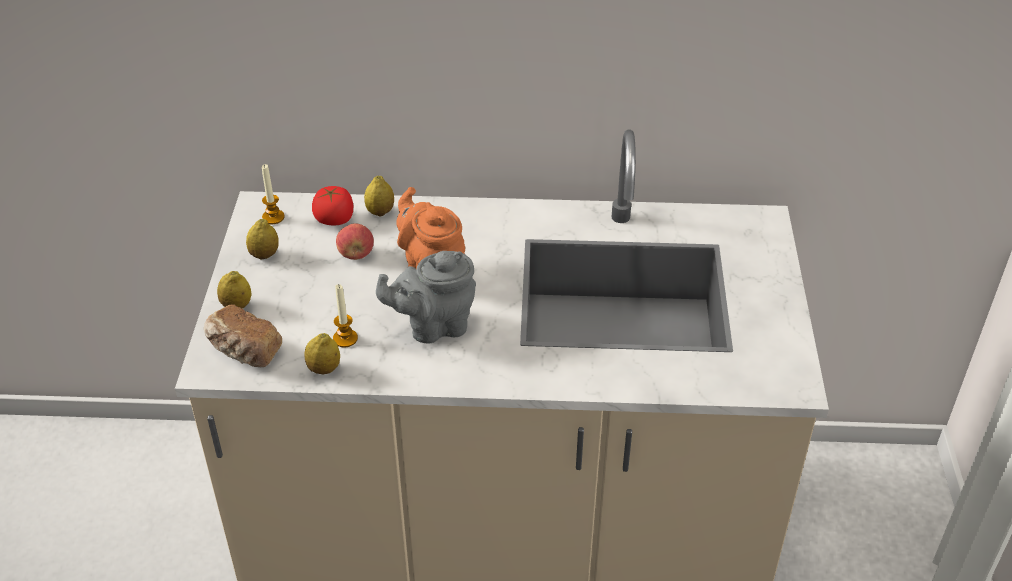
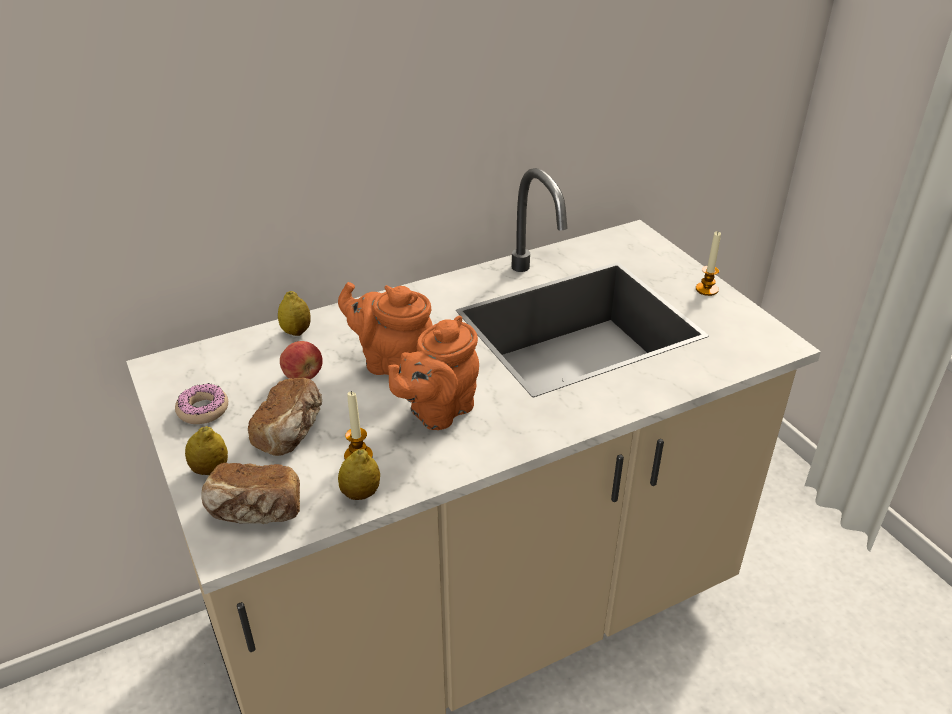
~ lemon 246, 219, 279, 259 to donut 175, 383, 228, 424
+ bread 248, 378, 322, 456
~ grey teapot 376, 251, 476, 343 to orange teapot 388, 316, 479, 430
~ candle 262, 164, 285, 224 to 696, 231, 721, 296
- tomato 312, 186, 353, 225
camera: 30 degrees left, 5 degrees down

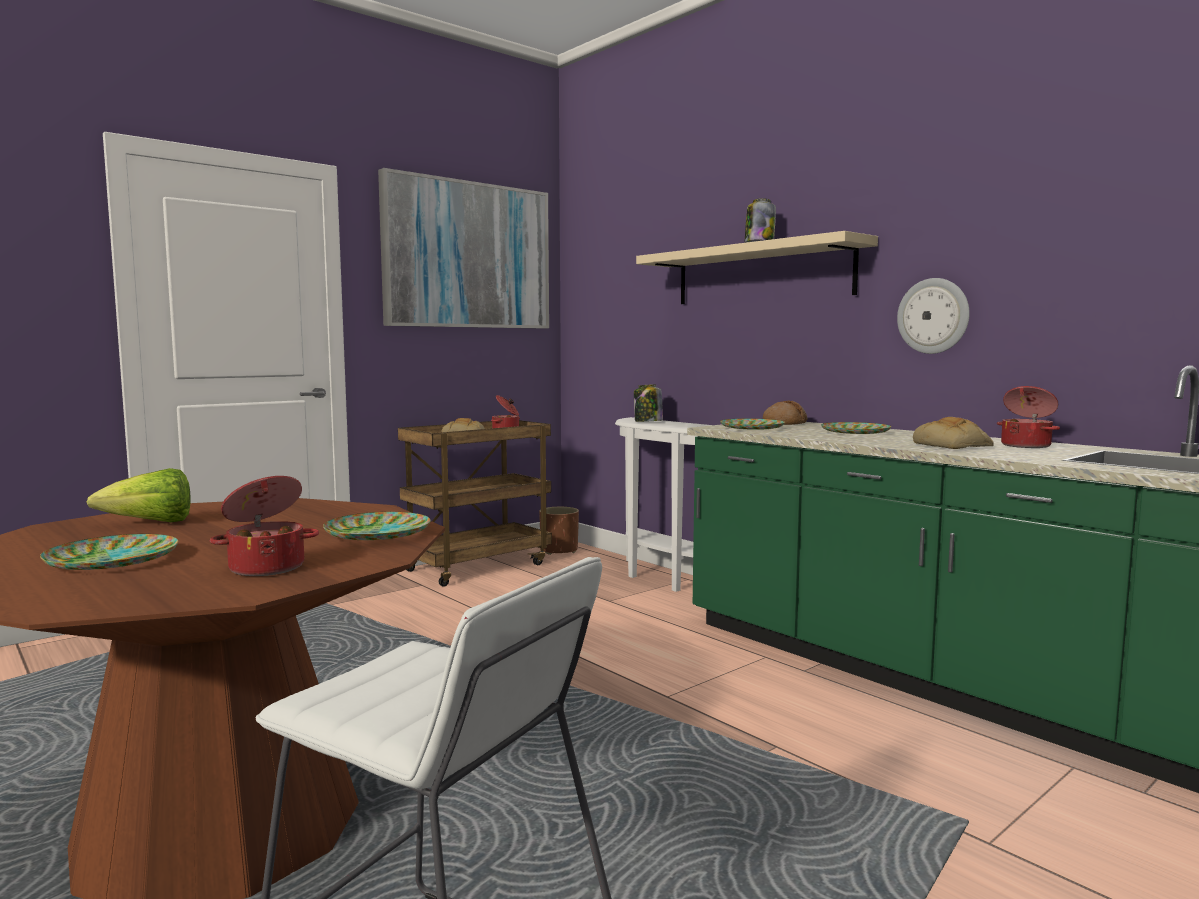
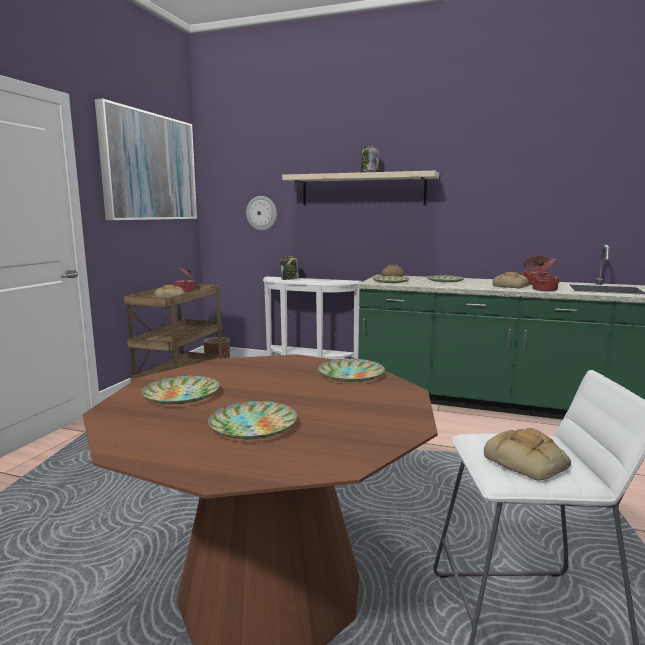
~ lettuce 87, 468, 191, 522 to plate 141, 375, 219, 405
~ wall clock 897, 278, 970, 354 to 246, 196, 277, 231
+ bread 484, 428, 571, 481
~ cooking pot 210, 476, 319, 576 to 533, 258, 560, 291
camera: 30 degrees left, 5 degrees up

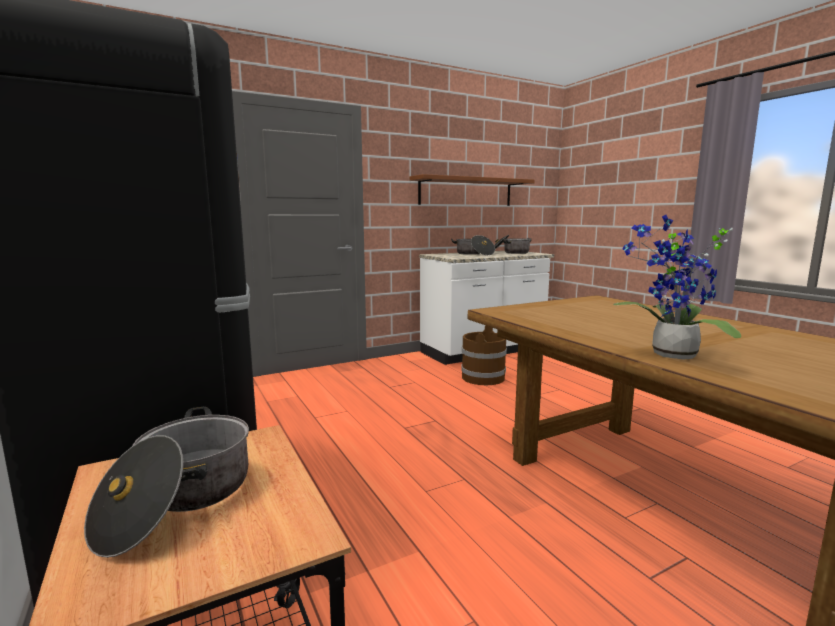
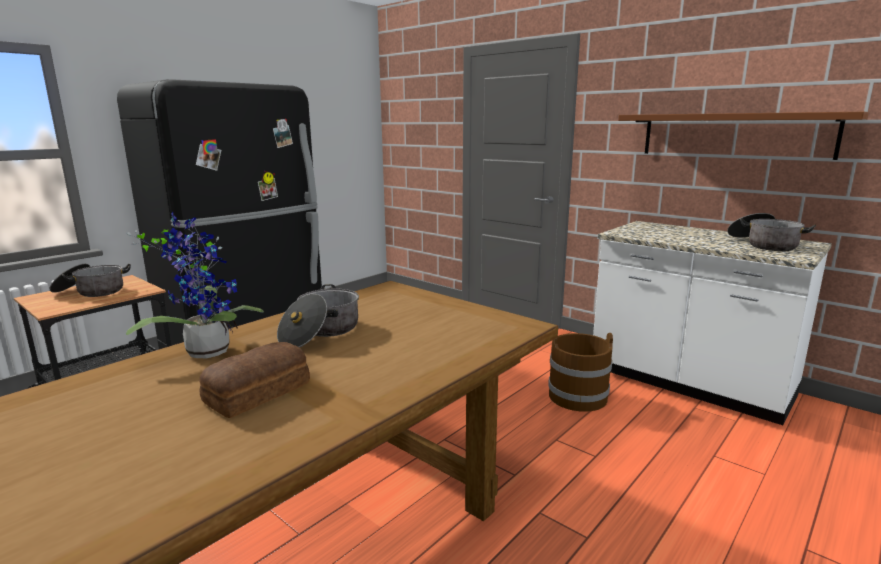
+ bread 199, 342, 310, 418
~ cooking pot 451, 235, 495, 255 to 277, 284, 359, 347
camera: 70 degrees right, 5 degrees up

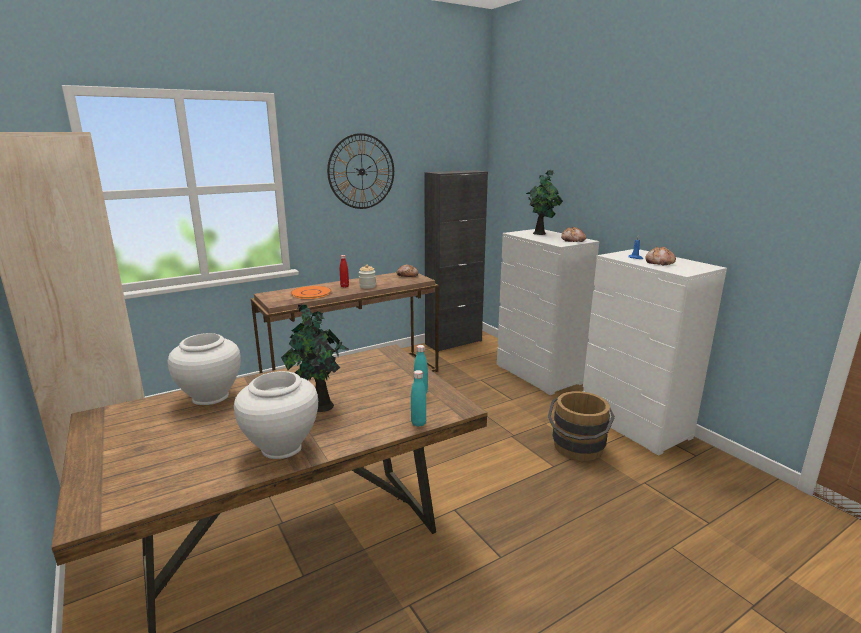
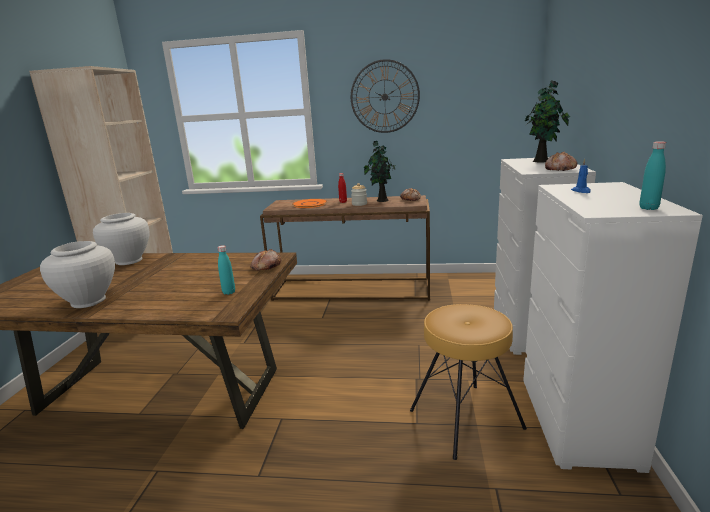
~ bread 646, 246, 676, 265 to 251, 249, 281, 270
~ potted plant 281, 303, 349, 412 to 364, 140, 395, 202
~ brown bucket 548, 391, 615, 461 to brown stool 410, 304, 527, 460
~ turquoise bottle 411, 370, 426, 427 to 639, 141, 666, 210
- black cabinet 424, 170, 488, 352
camera: 40 degrees right, 0 degrees up

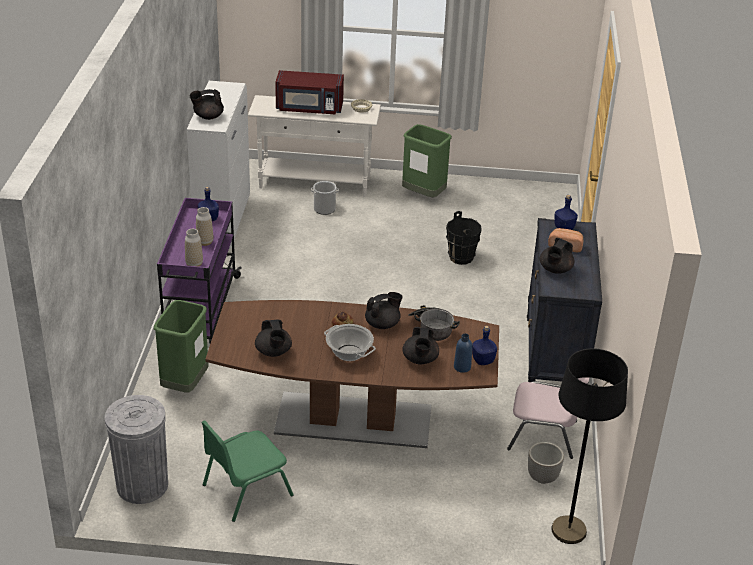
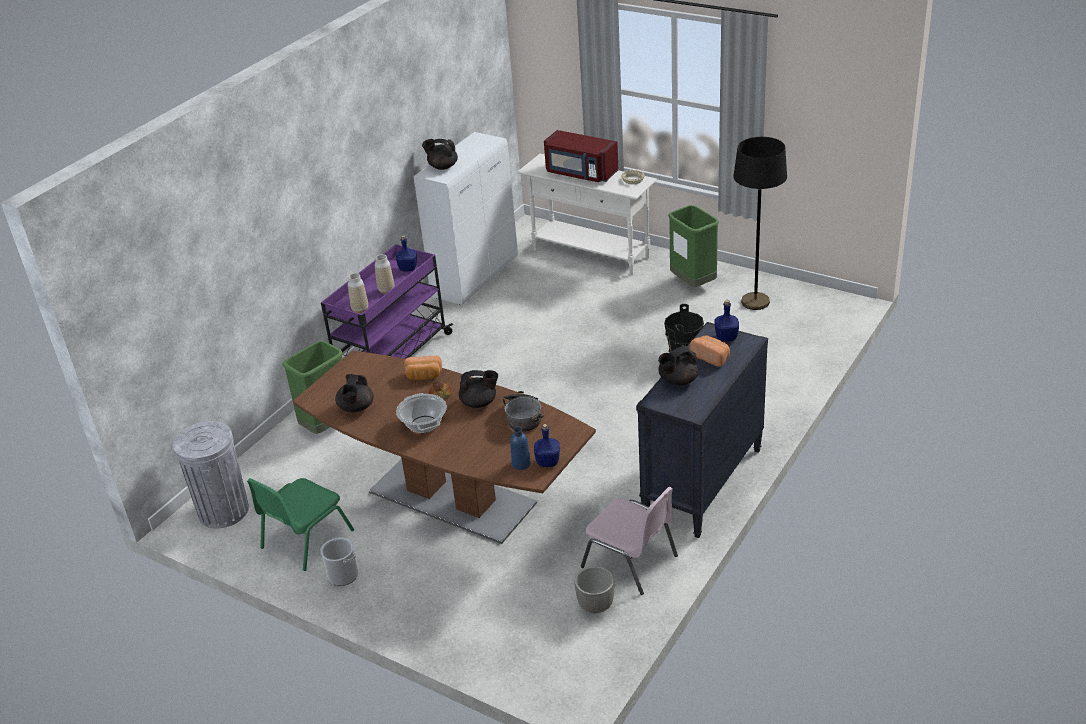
~ green chair 201, 420, 294, 522 = 247, 478, 354, 571 45 degrees counterclockwise
~ bucket 311, 181, 339, 215 to 320, 537, 358, 586
+ bread 404, 355, 442, 380
~ black floor lamp 551, 348, 628, 544 to 733, 137, 787, 310
- black teapot 402, 327, 439, 365
camera: 30 degrees right, 0 degrees up

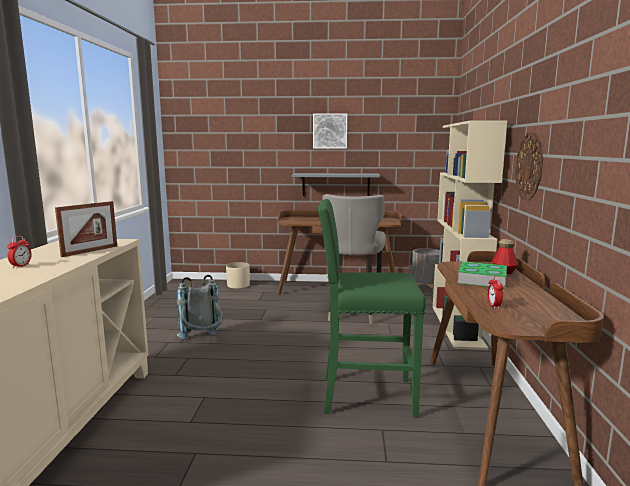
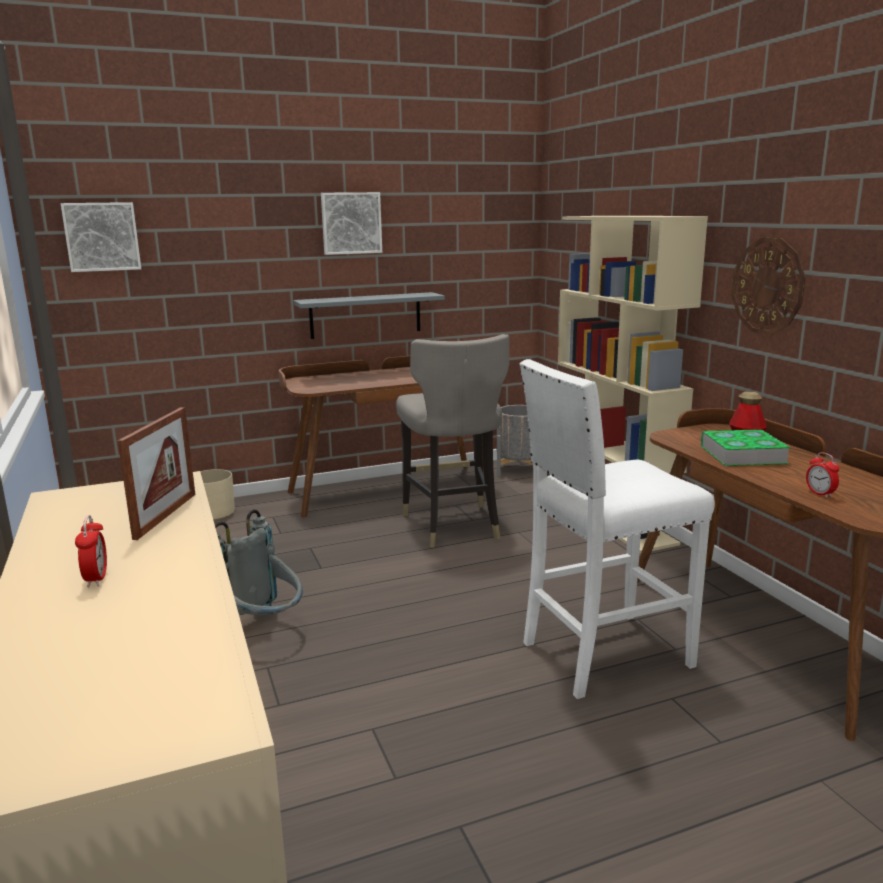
+ picture 61, 202, 141, 272
~ green stool 318, 199, 426, 418 to white stool 520, 359, 715, 699
camera: 25 degrees left, 5 degrees up

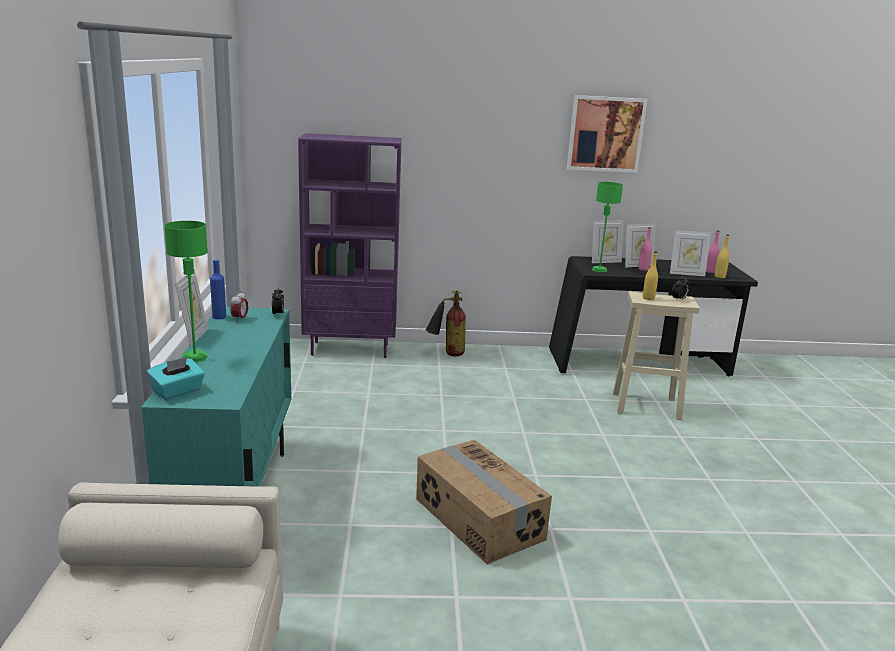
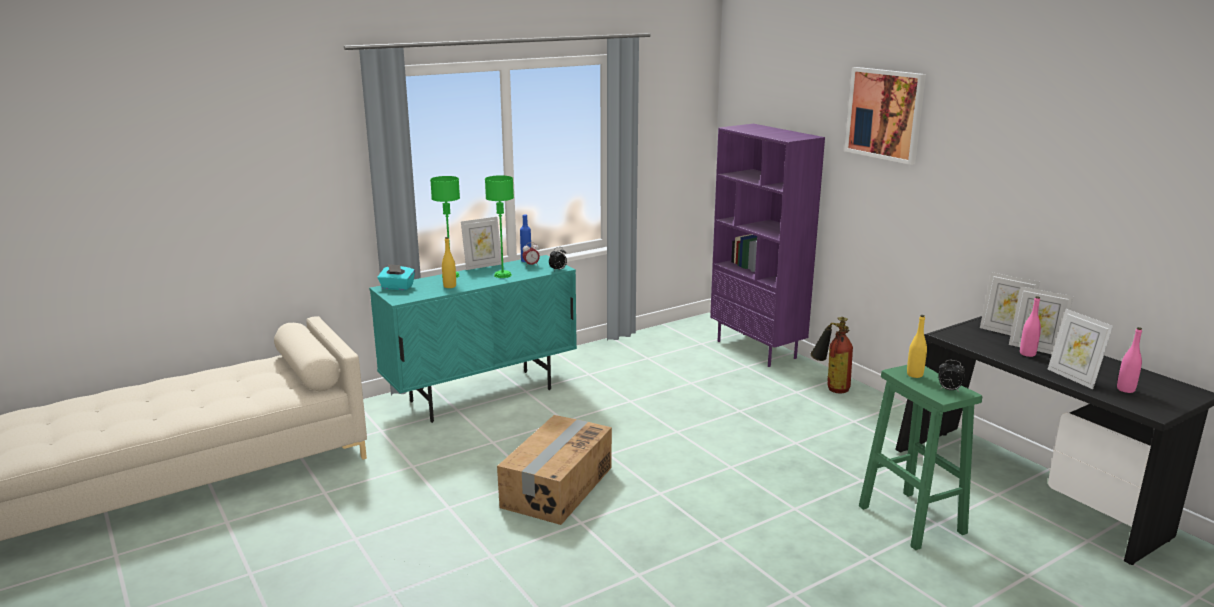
~ yellow bottle 715, 235, 729, 278 to 442, 237, 456, 288
~ green table lamp 592, 182, 623, 272 to 485, 175, 514, 278
~ picture 567, 95, 648, 173 to 844, 67, 926, 165
~ beige stool 613, 292, 700, 420 to green stool 859, 365, 982, 550
camera: 60 degrees right, 0 degrees up

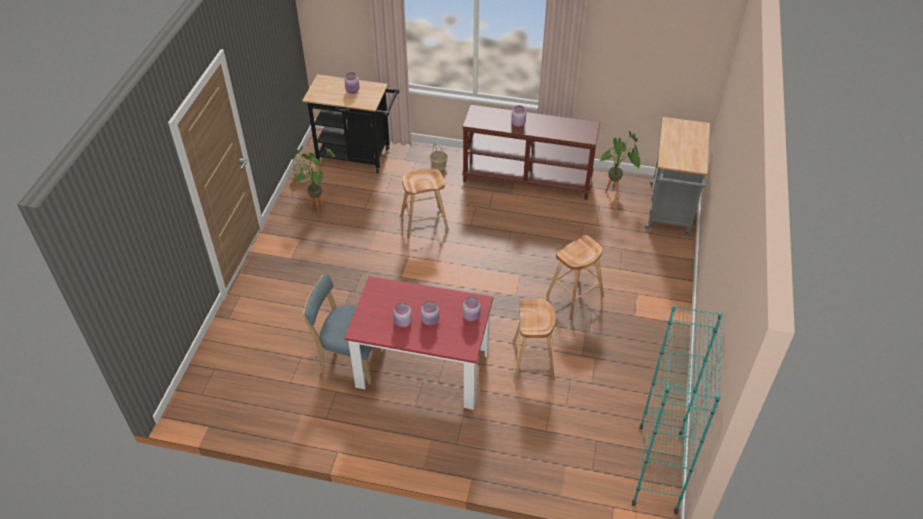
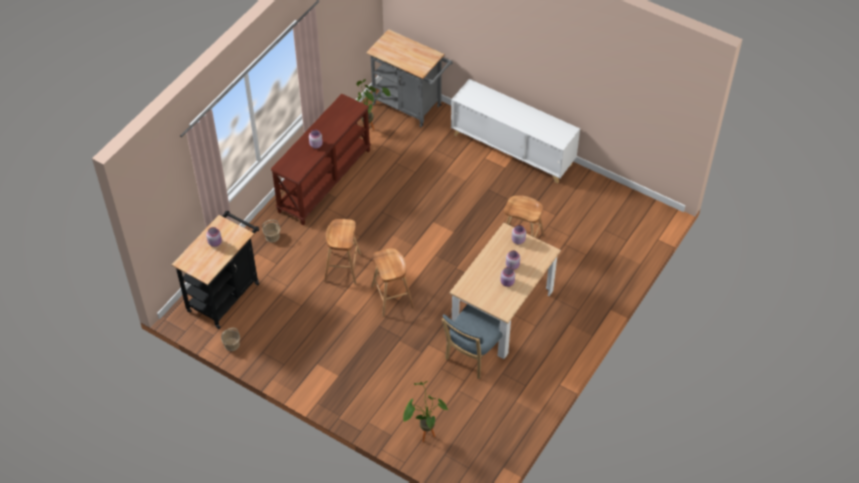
~ brown stool 546, 235, 604, 318 to 371, 248, 414, 317
~ potted plant 292, 146, 335, 213 to 403, 381, 448, 442
~ red dining table 345, 276, 493, 410 to beige dining table 449, 223, 561, 359
+ white cabinet 451, 79, 580, 184
- turquoise bookcase 632, 305, 723, 514
camera: 70 degrees left, 5 degrees up

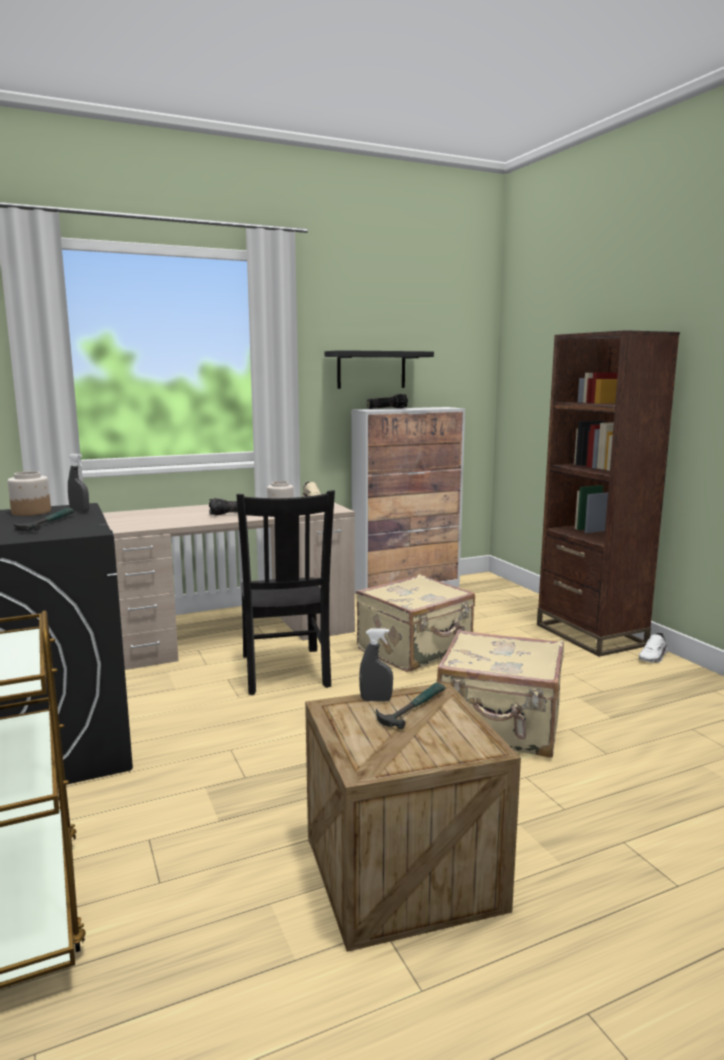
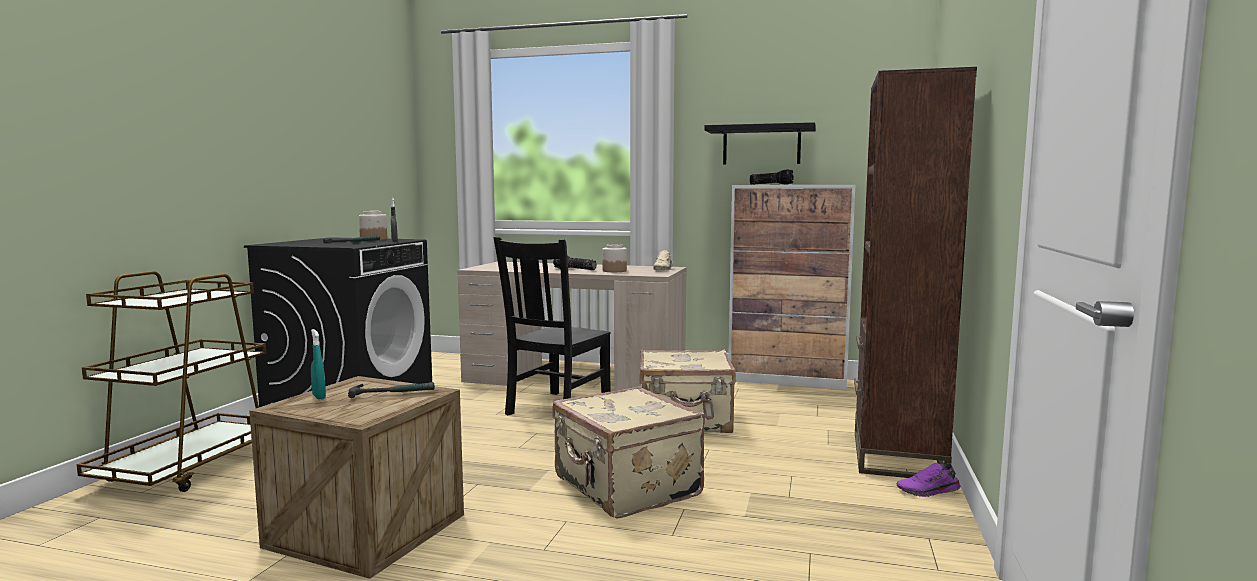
+ turquoise spray bottle 311, 329, 326, 400
~ white shoe 639, 633, 668, 663 to purple shoe 897, 463, 961, 497
- grey spray bottle 359, 628, 393, 702
camera: 40 degrees right, 5 degrees down

